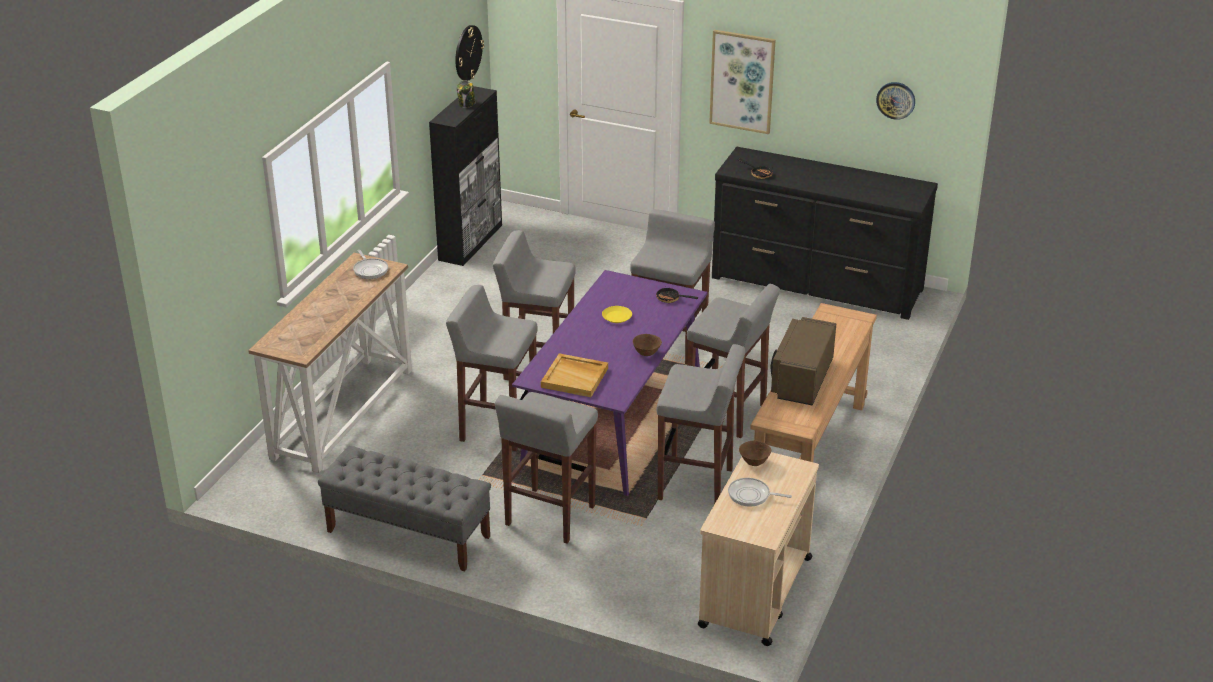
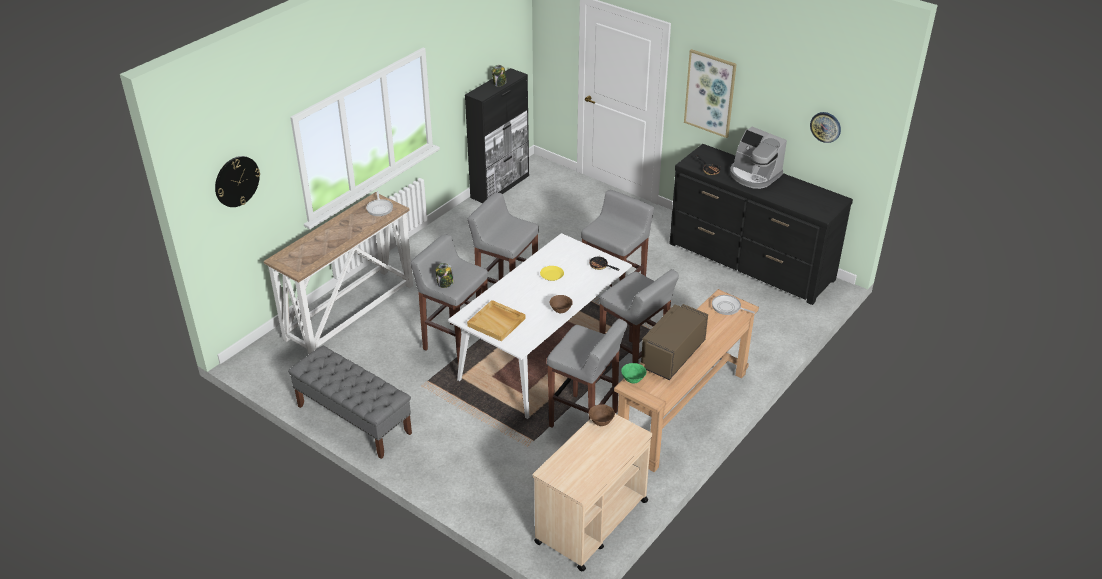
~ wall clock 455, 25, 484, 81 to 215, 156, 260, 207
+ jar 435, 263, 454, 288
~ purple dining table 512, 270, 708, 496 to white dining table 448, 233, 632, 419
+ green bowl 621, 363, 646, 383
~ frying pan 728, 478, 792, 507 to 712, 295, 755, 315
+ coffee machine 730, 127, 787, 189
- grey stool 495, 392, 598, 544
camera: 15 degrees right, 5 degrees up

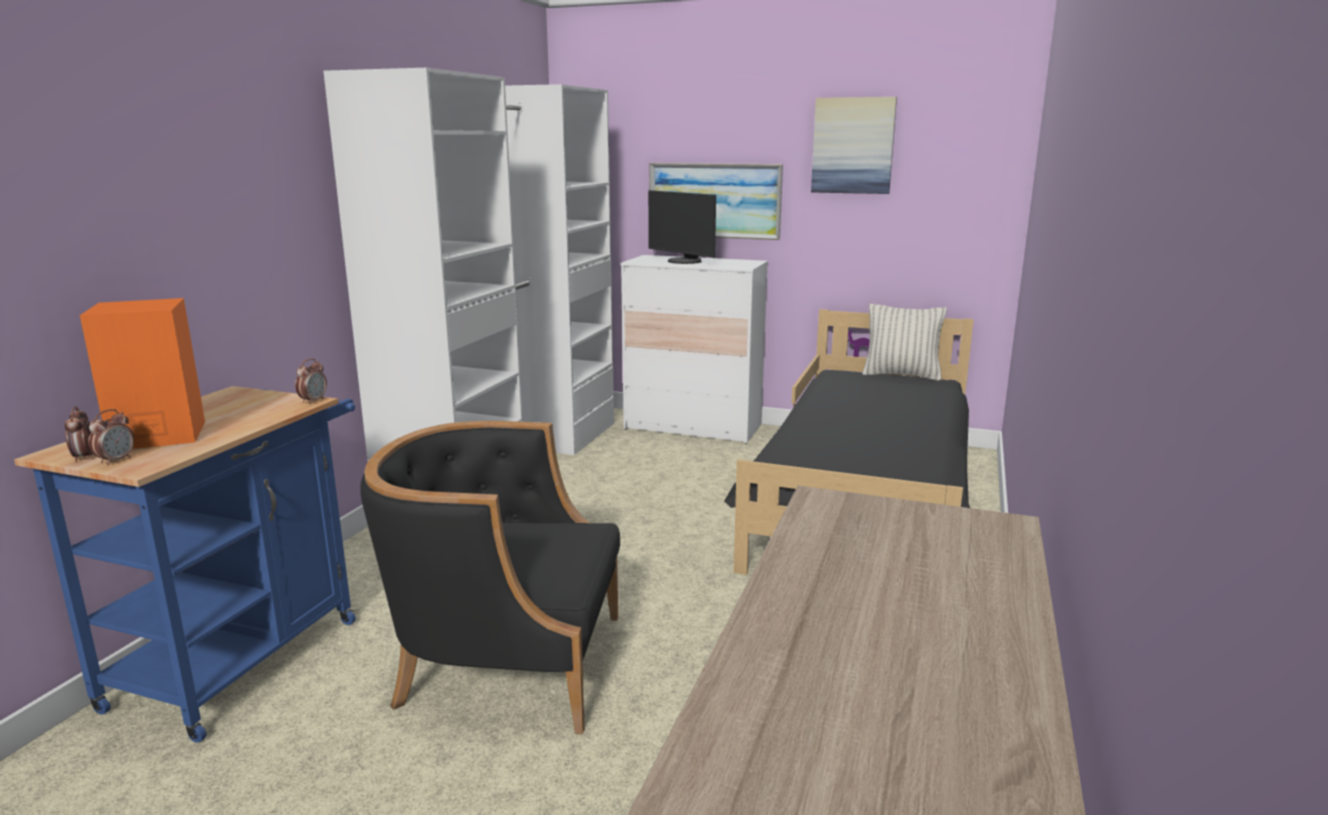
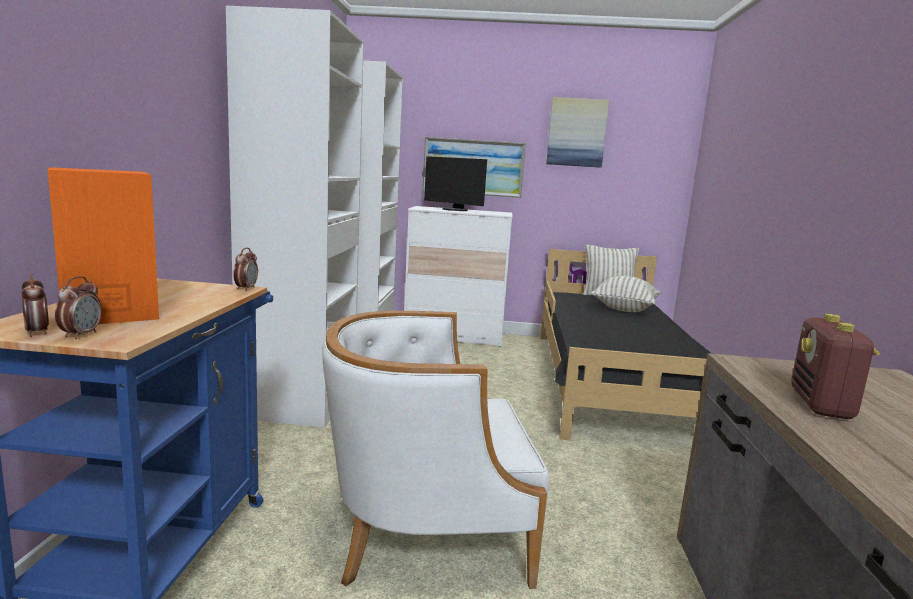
~ black armchair 360, 421, 620, 734 to white armchair 322, 311, 549, 589
+ pillow 591, 276, 661, 312
+ radio 791, 314, 880, 419
camera: 15 degrees left, 5 degrees down

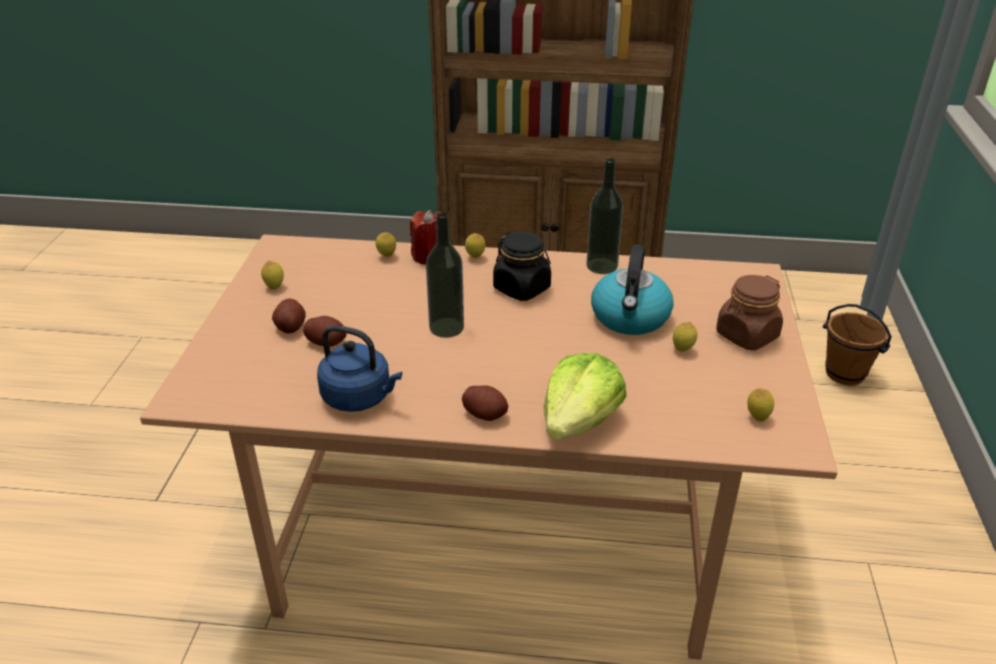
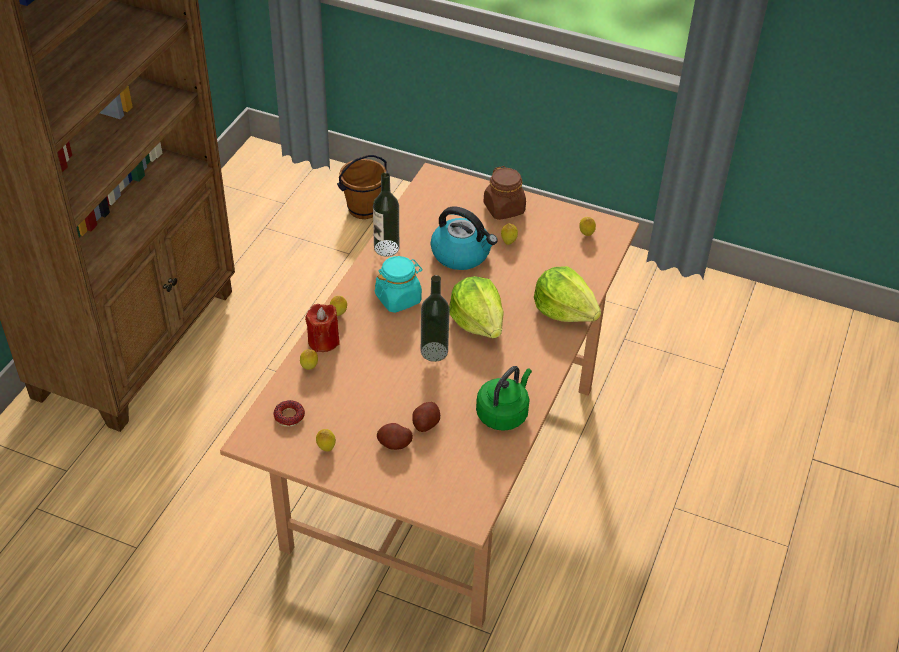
+ donut 273, 400, 305, 427
~ black jar 493, 231, 551, 301 to turquoise jar 375, 256, 423, 313
+ lettuce 449, 276, 504, 339
~ blue kettle 317, 325, 402, 412 to green kettle 476, 366, 532, 431
- potato 462, 385, 508, 421
camera: 75 degrees left, 10 degrees up

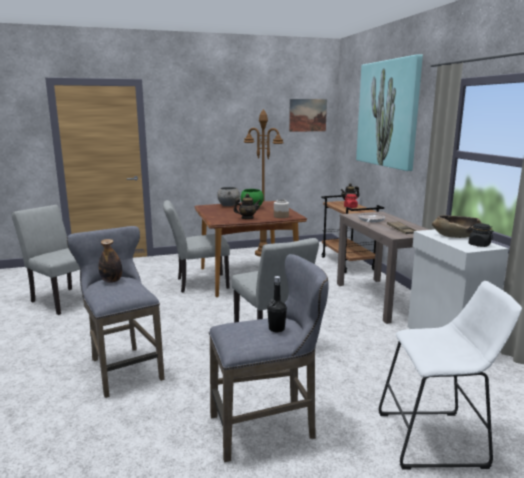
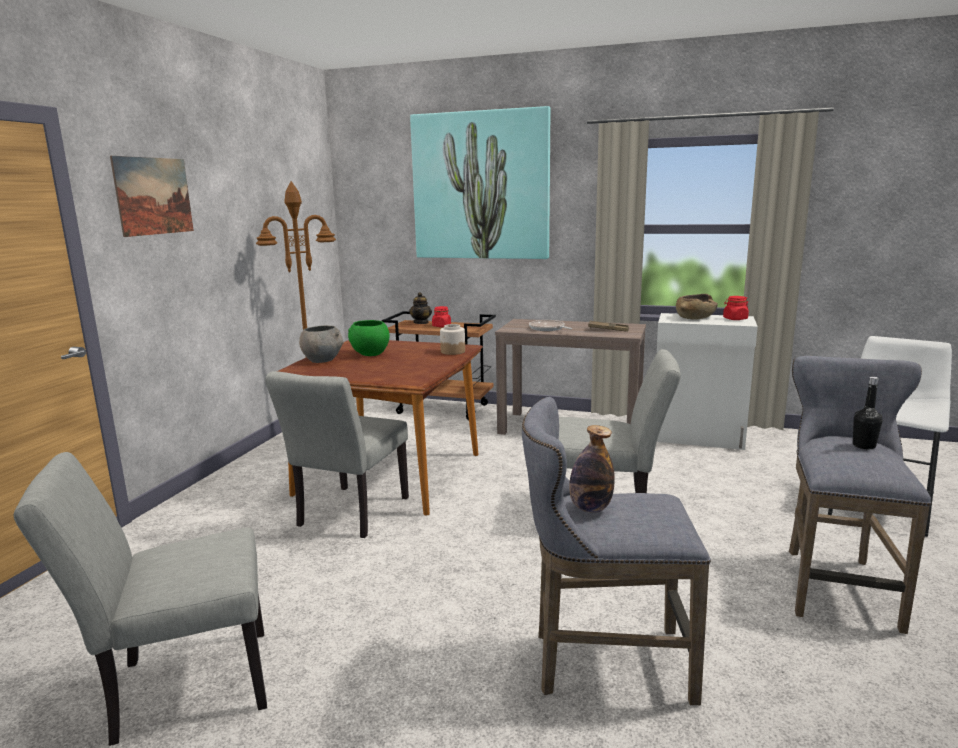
~ picture 289, 99, 327, 132 to 110, 156, 194, 237
~ black jar 468, 223, 493, 247 to red jar 723, 296, 749, 320
- teapot 233, 194, 260, 219
camera: 55 degrees left, 0 degrees up

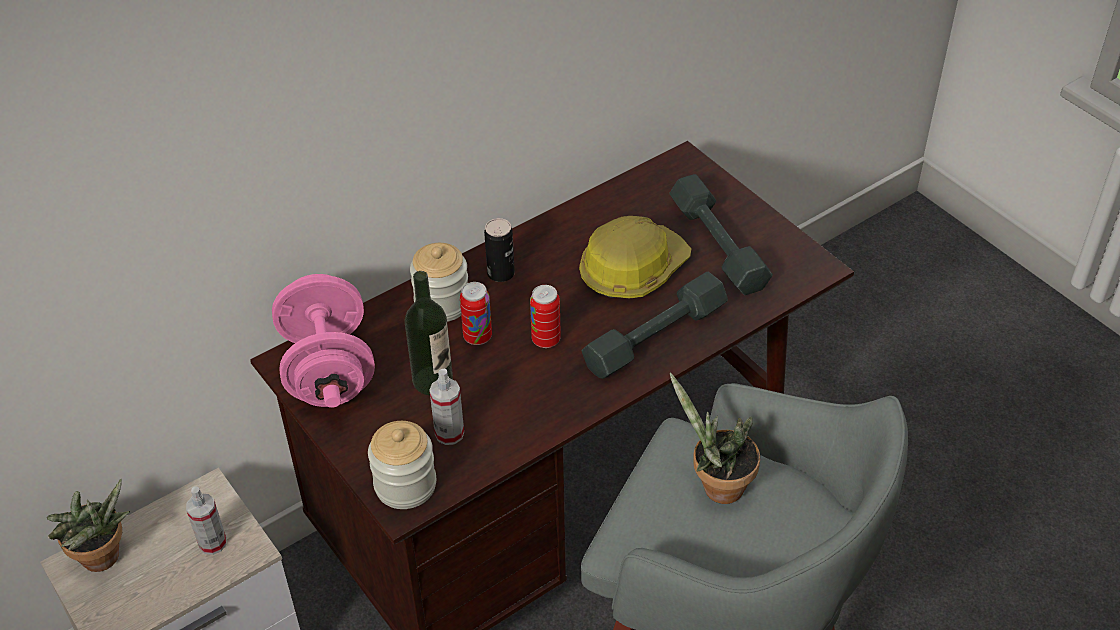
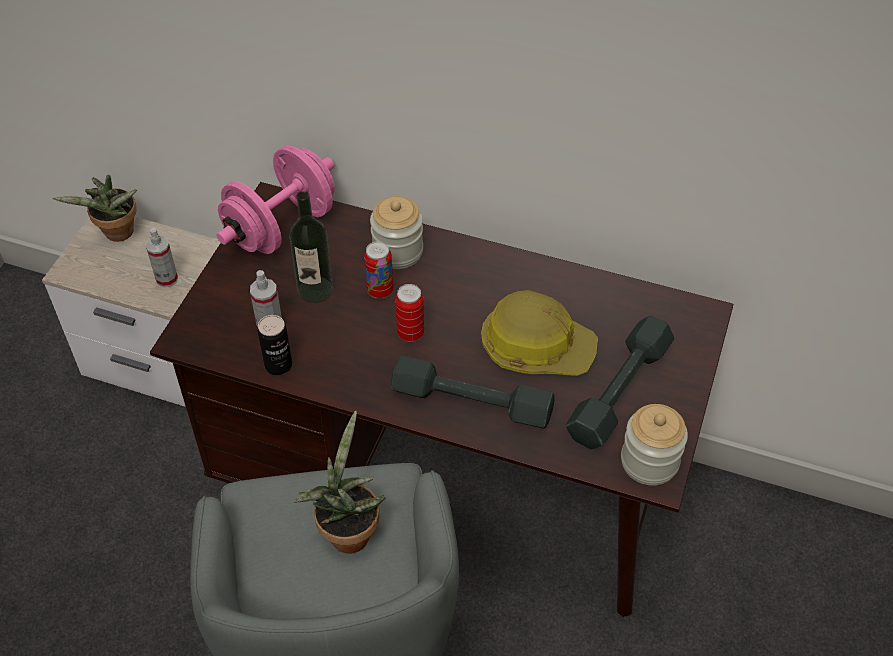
~ can 484, 218, 515, 282 to 257, 315, 292, 375
~ jar 368, 421, 436, 509 to 621, 404, 688, 486
camera: 55 degrees right, 5 degrees up

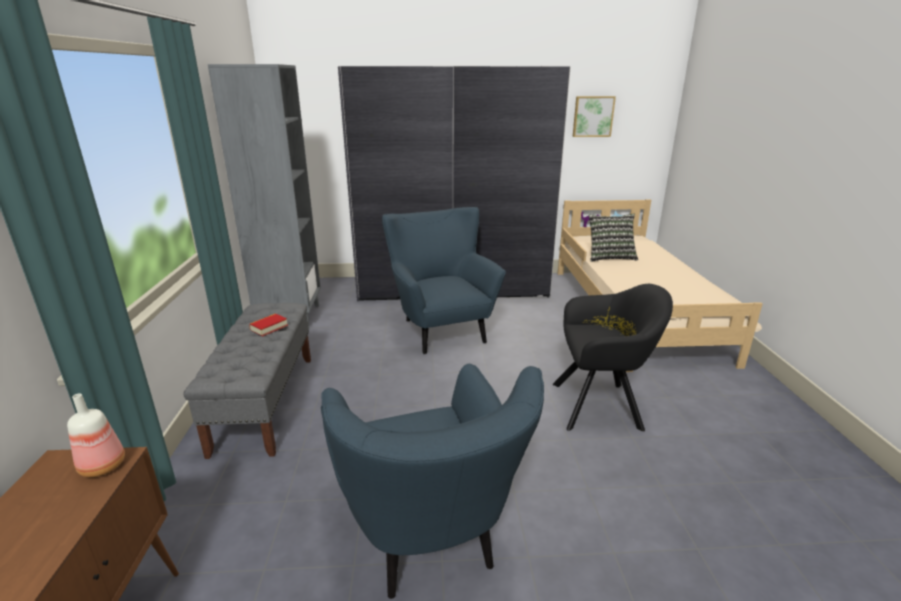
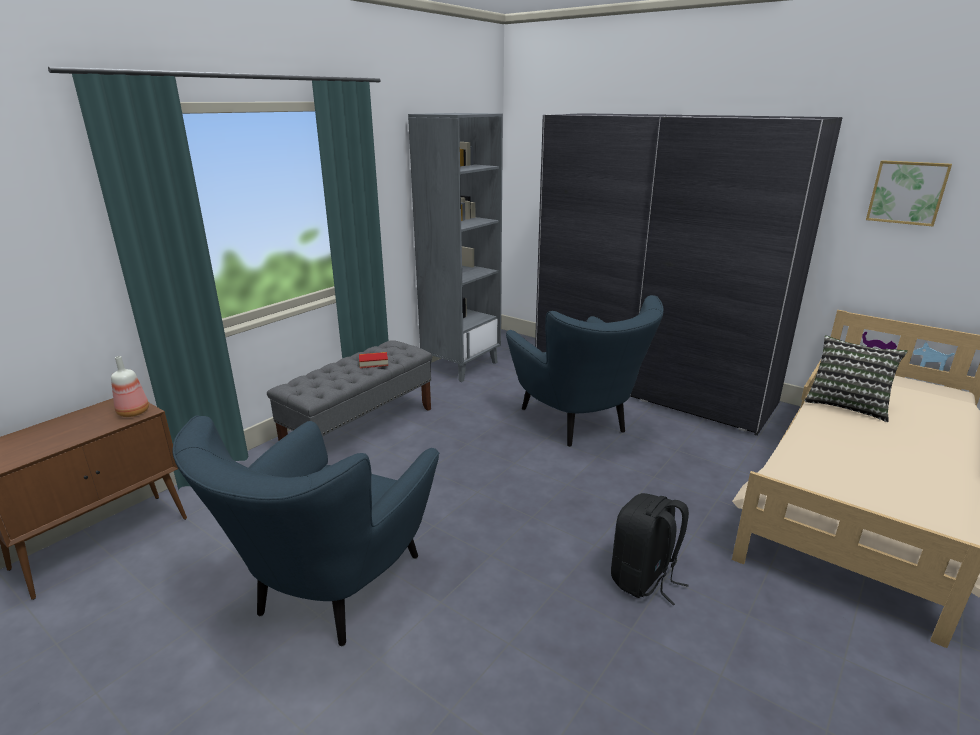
~ blue armchair 382, 207, 506, 355 = 506, 295, 664, 447 135 degrees clockwise
~ black armchair 553, 284, 673, 431 to black backpack 611, 493, 689, 605
camera: 40 degrees right, 0 degrees up

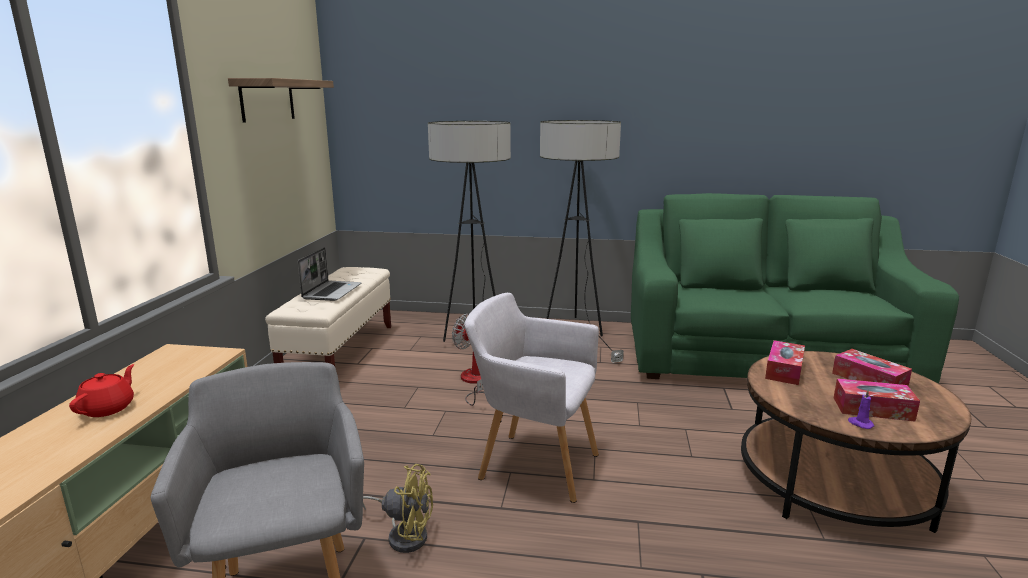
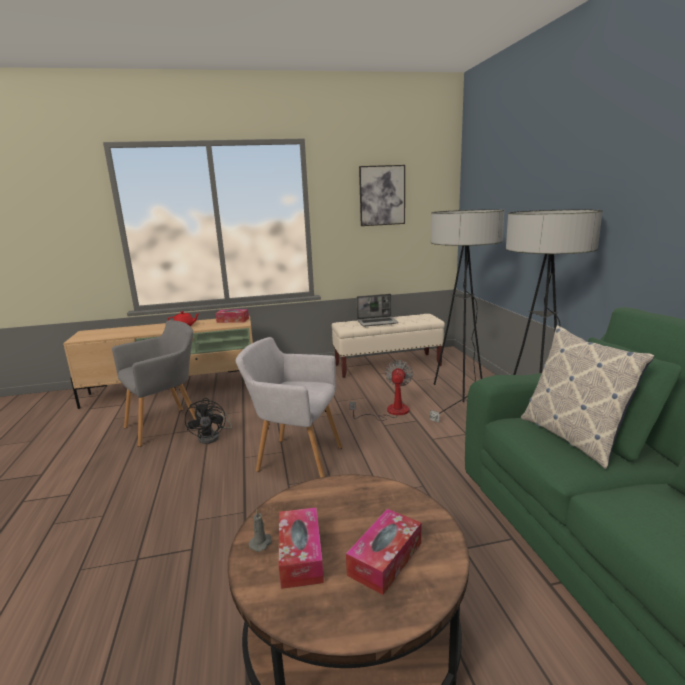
~ yellow fan 363, 464, 433, 553 to black fan 185, 398, 232, 444
~ tissue box 765, 340, 805, 385 to 215, 309, 249, 323
~ grey armchair 464, 293, 599, 503 = 236, 337, 343, 478 75 degrees counterclockwise
~ purple candle 848, 390, 874, 429 to grey candle 249, 509, 272, 552
~ shelf 228, 78, 334, 123 to picture 359, 165, 405, 226
+ pillow 521, 325, 654, 469
camera: 70 degrees right, 0 degrees up

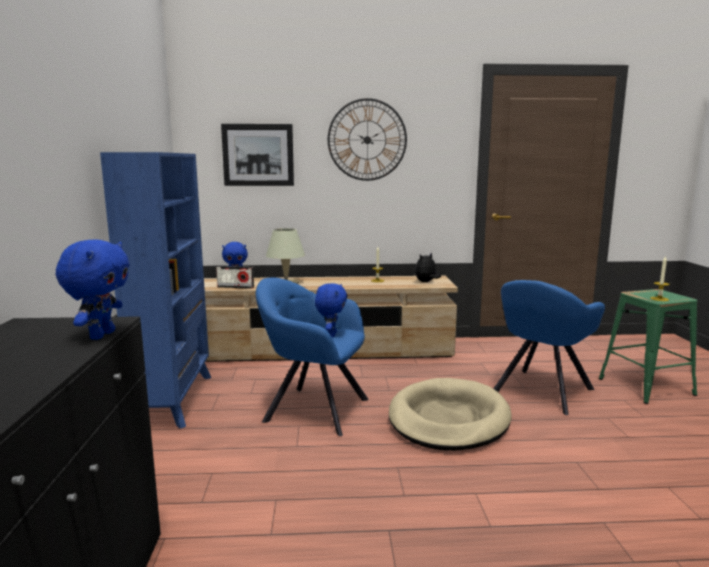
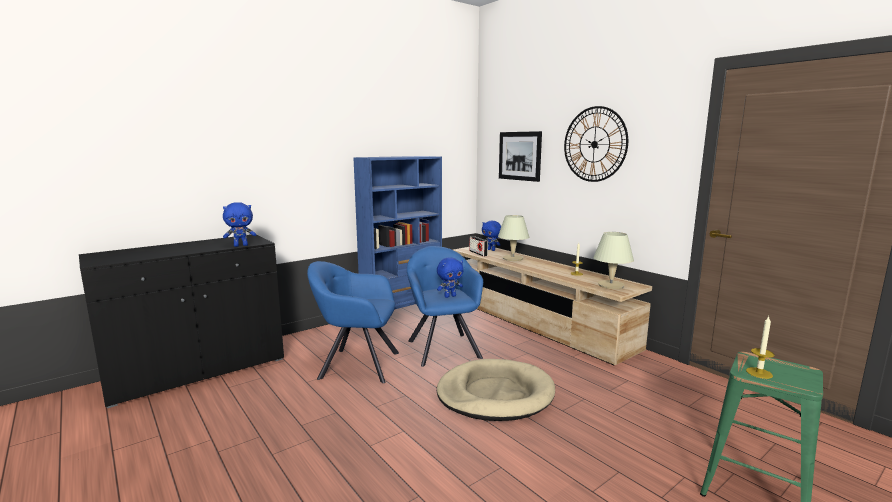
~ blue armchair 493, 280, 605, 415 to 307, 261, 399, 383
~ plush toy 415, 252, 441, 282 to beige table lamp 593, 232, 634, 289
camera: 55 degrees right, 0 degrees up

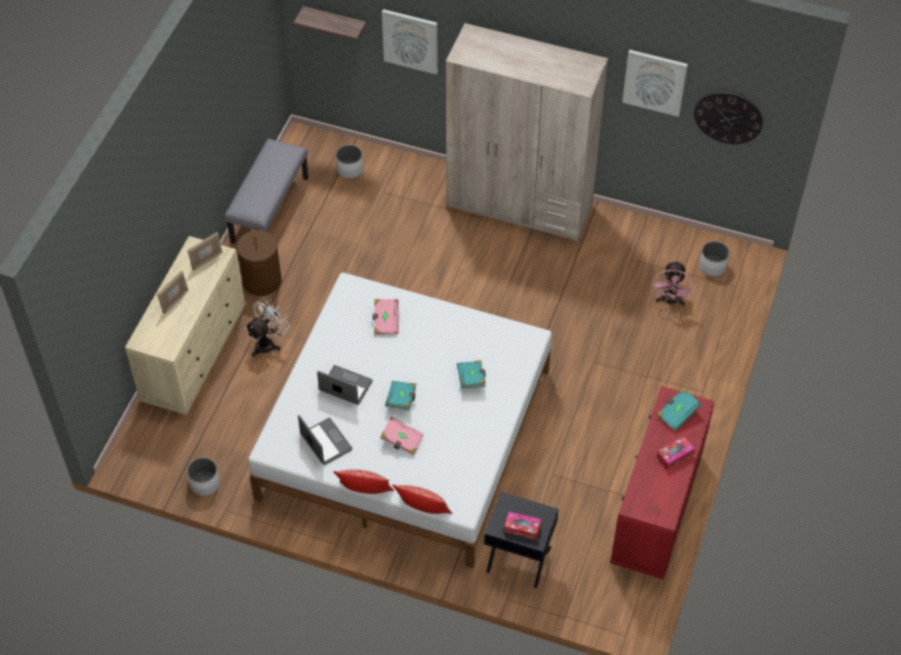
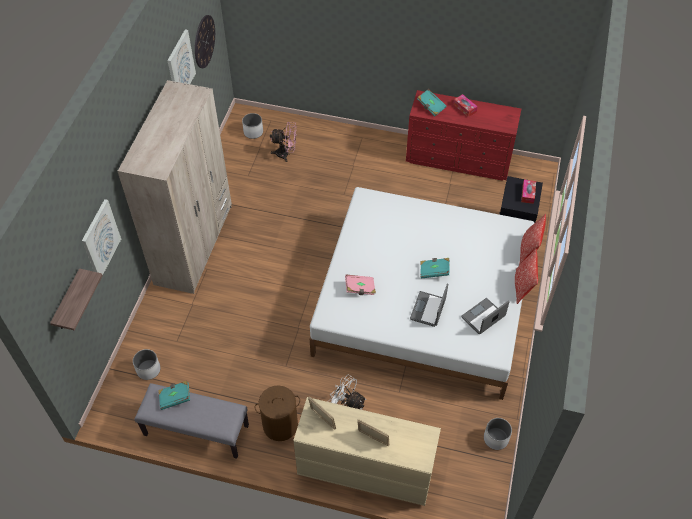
~ turquoise book 457, 360, 486, 389 to 158, 381, 190, 410
- pink book 380, 417, 424, 455
camera: 95 degrees left, 0 degrees up

